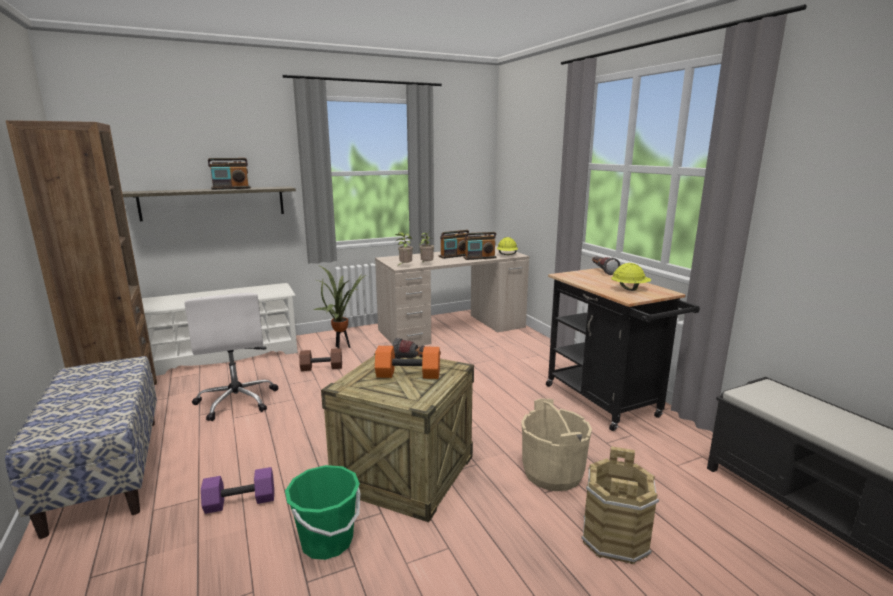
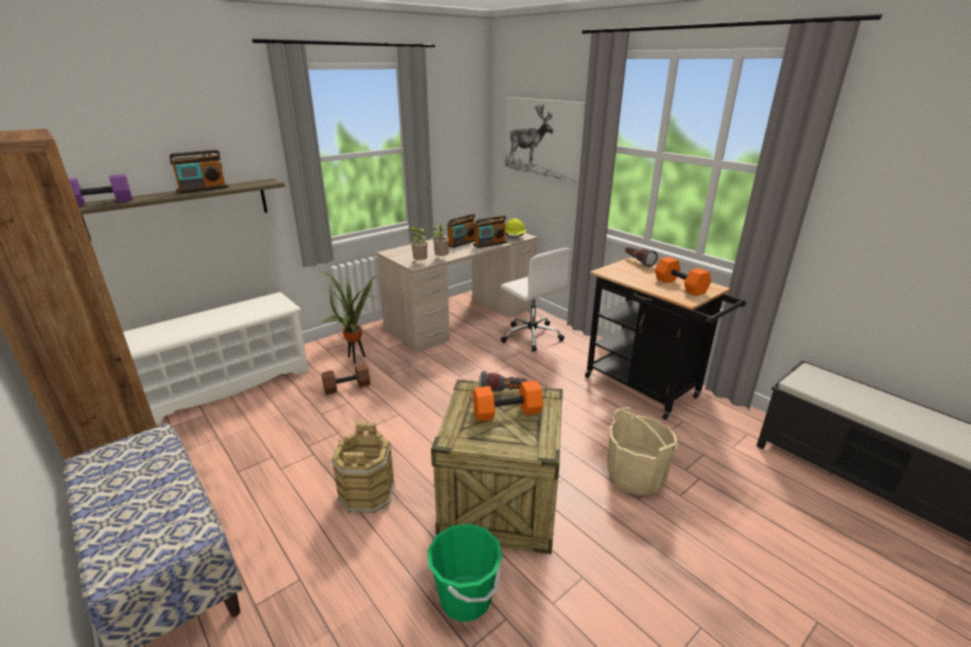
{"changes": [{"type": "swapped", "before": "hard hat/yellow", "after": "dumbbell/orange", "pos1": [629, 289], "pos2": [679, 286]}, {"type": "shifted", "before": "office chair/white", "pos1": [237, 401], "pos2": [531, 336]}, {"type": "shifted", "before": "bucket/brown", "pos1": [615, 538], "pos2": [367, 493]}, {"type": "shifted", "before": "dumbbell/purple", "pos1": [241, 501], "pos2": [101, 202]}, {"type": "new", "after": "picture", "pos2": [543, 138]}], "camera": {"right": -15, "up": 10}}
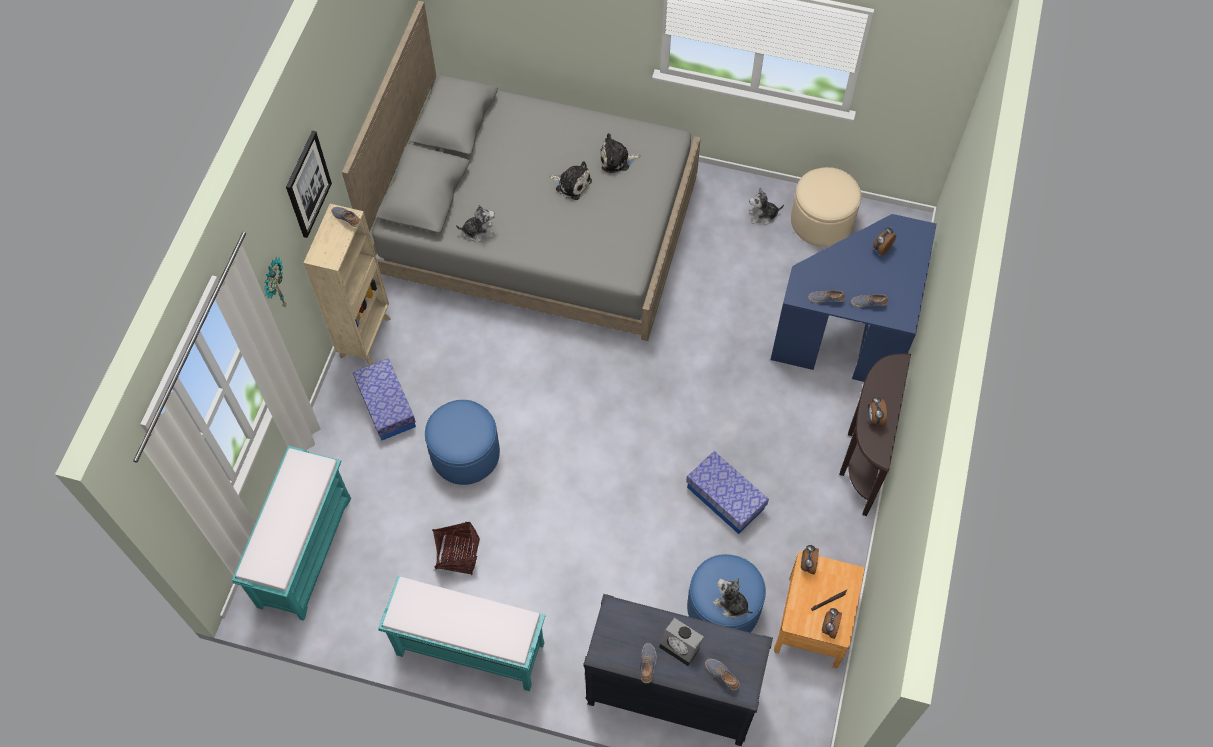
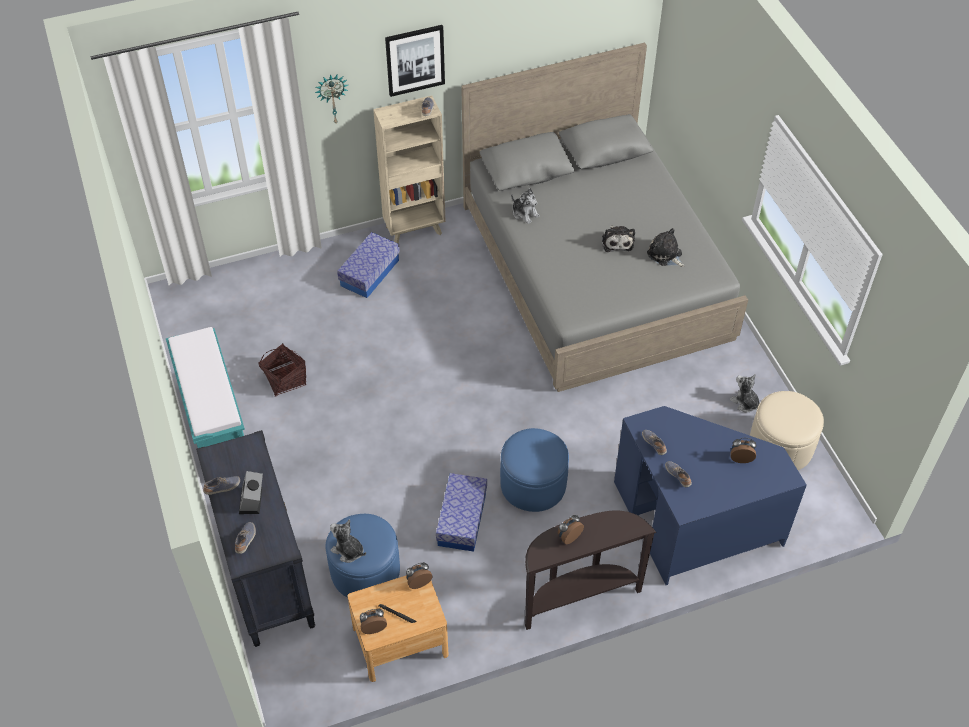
{"changes": [{"type": "shifted", "before": "ottoman/blue", "pos1": [465, 453], "pos2": [533, 484]}, {"type": "gone", "before": "bench/turquoise", "pos1": [305, 550]}, {"type": "rotated", "before": "plush toy", "pos1": [731, 604], "pos2": [348, 551], "turn": -60}], "camera": {"right": 55, "up": -10}}
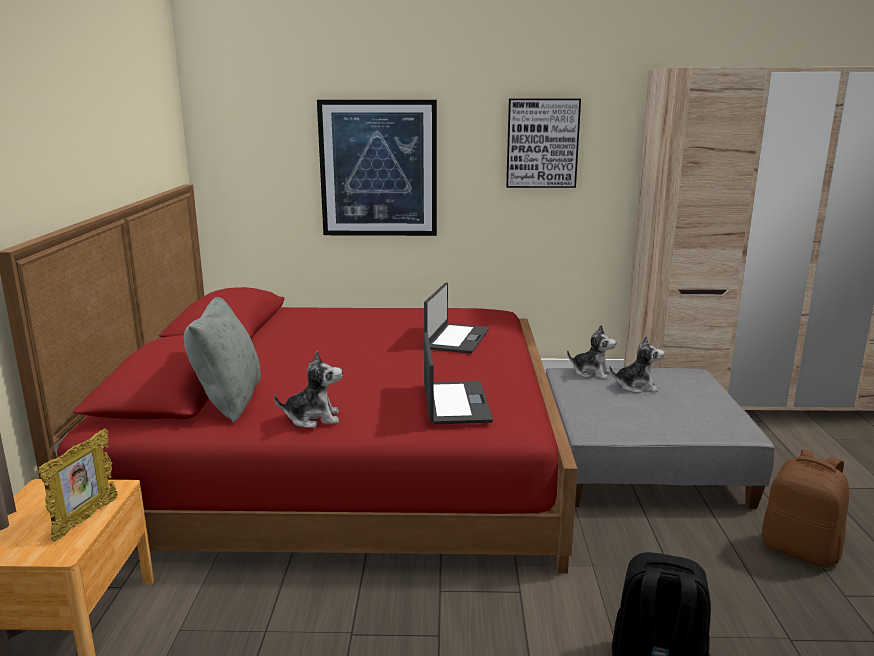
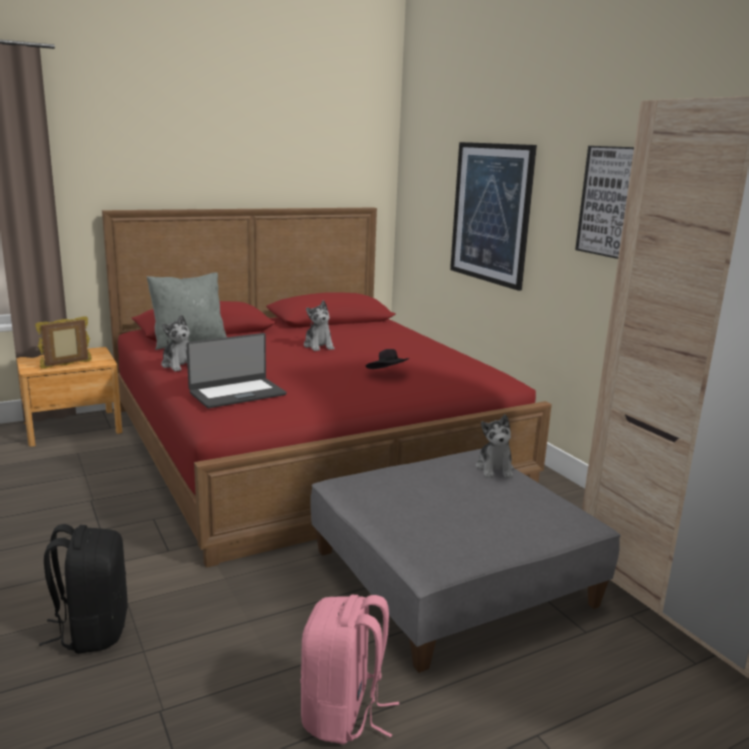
{"changes": [{"type": "swapped", "before": "laptop", "after": "hat/black", "pos1": [456, 339], "pos2": [388, 374]}, {"type": "shifted", "before": "plush toy", "pos1": [636, 386], "pos2": [318, 346]}, {"type": "rotated", "before": "picture frame", "pos1": [85, 519], "pos2": [67, 365], "turn": 150}, {"type": "repainted", "before": "backpack/brown", "after": "backpack/pink", "pos1": [800, 550], "pos2": [343, 714]}], "camera": {"right": 60, "up": 0}}
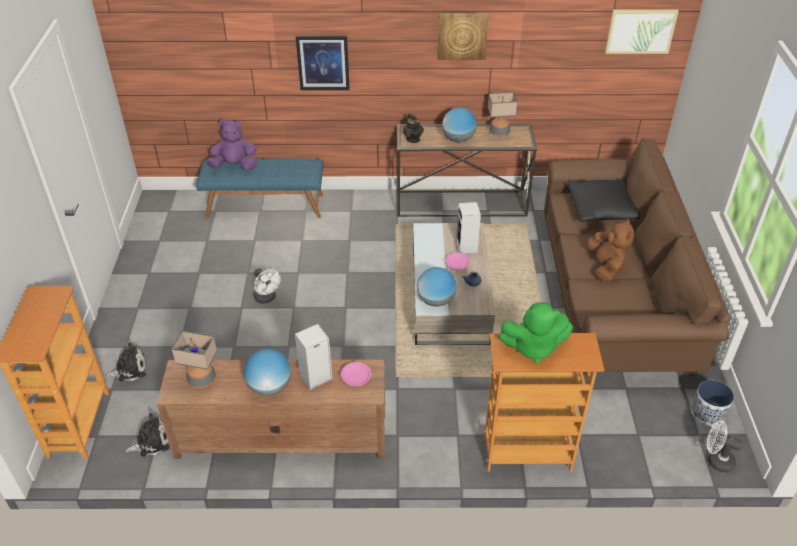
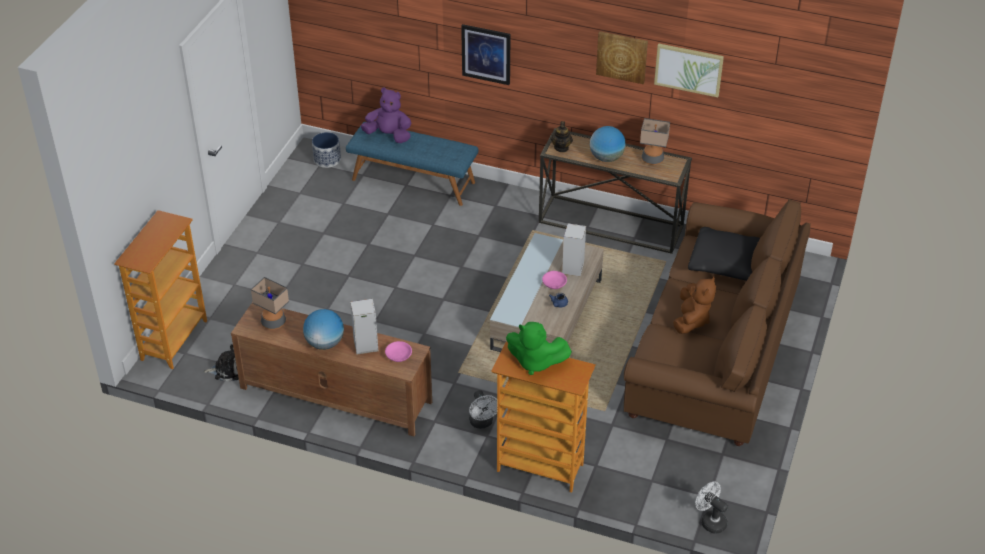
{"changes": [{"type": "shifted", "before": "picture", "pos1": [640, 31], "pos2": [688, 69]}, {"type": "gone", "before": "globe", "pos1": [435, 301]}, {"type": "shifted", "before": "fan/white", "pos1": [267, 298], "pos2": [482, 423]}, {"type": "gone", "before": "plush toy", "pos1": [129, 369]}, {"type": "shifted", "before": "planter", "pos1": [708, 413], "pos2": [327, 160]}], "camera": {"right": 20, "up": 0}}
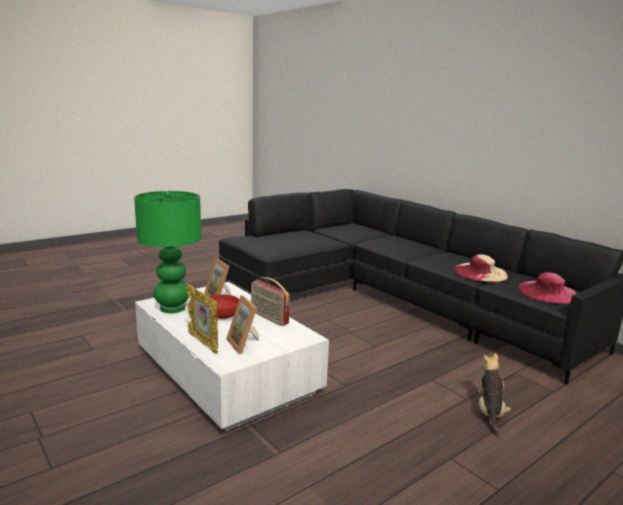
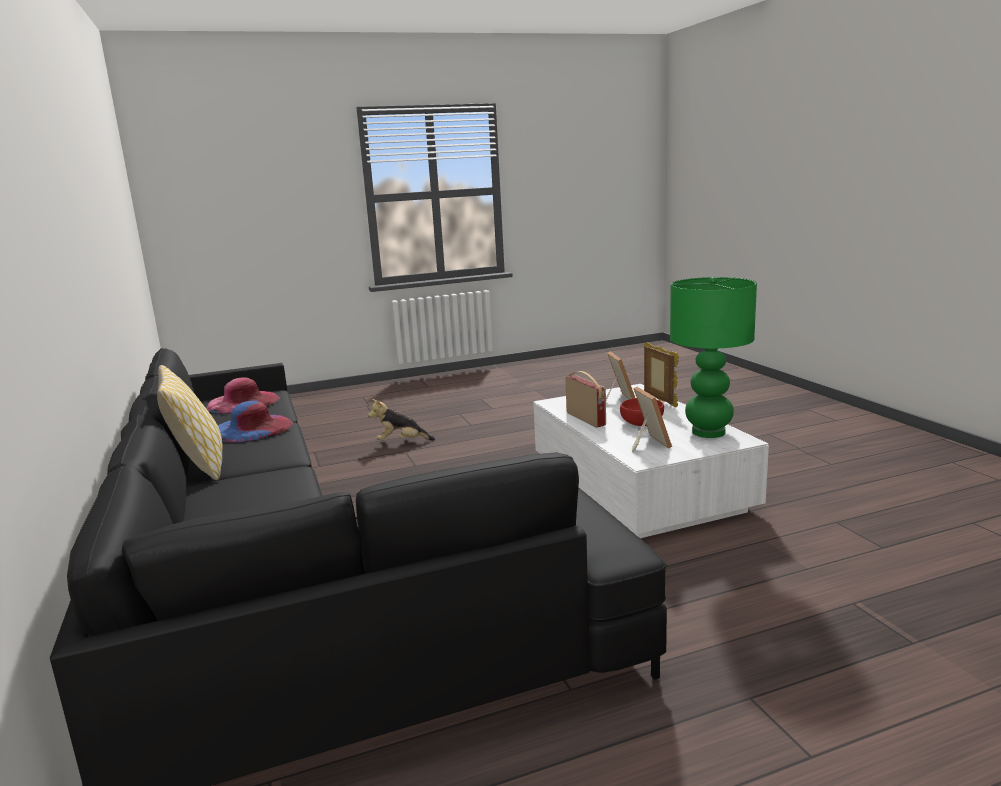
{"changes": [{"type": "repainted", "before": "hat/beige", "after": "hat/blue", "pos1": [480, 272], "pos2": [252, 429]}, {"type": "rotated", "before": "plush toy", "pos1": [489, 413], "pos2": [401, 442], "turn": 60}, {"type": "new", "after": "pillow", "pos2": [199, 467]}], "camera": {"right": -160, "up": 0}}
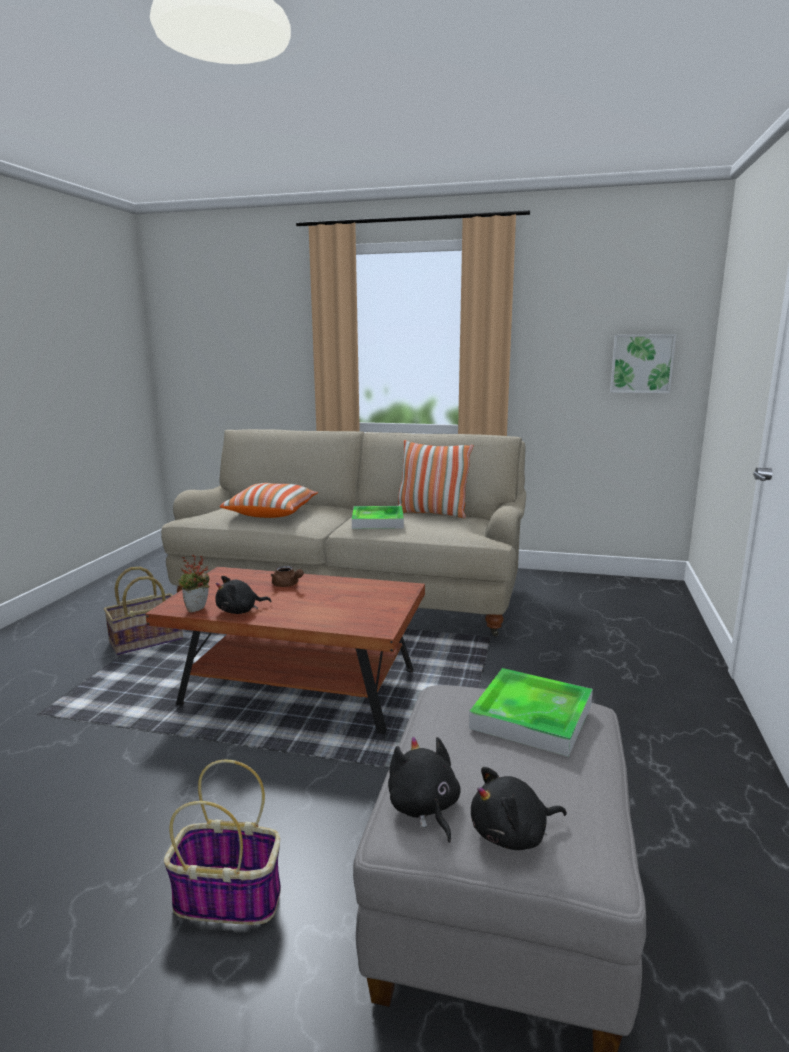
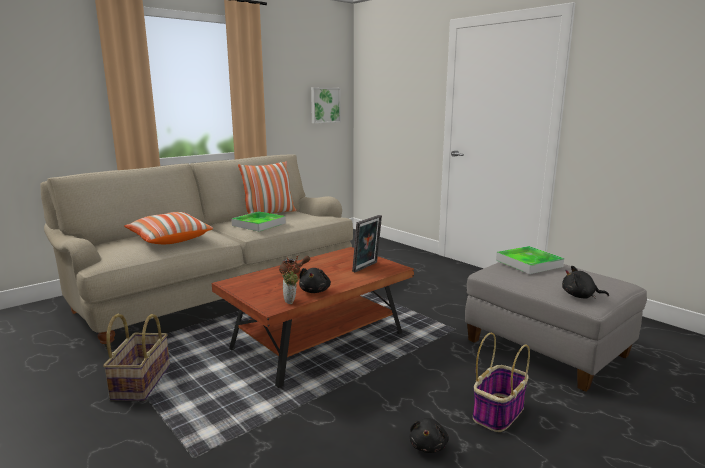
{"changes": [{"type": "shifted", "before": "plush toy/black", "pos1": [513, 834], "pos2": [428, 445]}, {"type": "new", "after": "picture frame", "pos2": [367, 267]}], "camera": {"right": -55, "up": 0}}
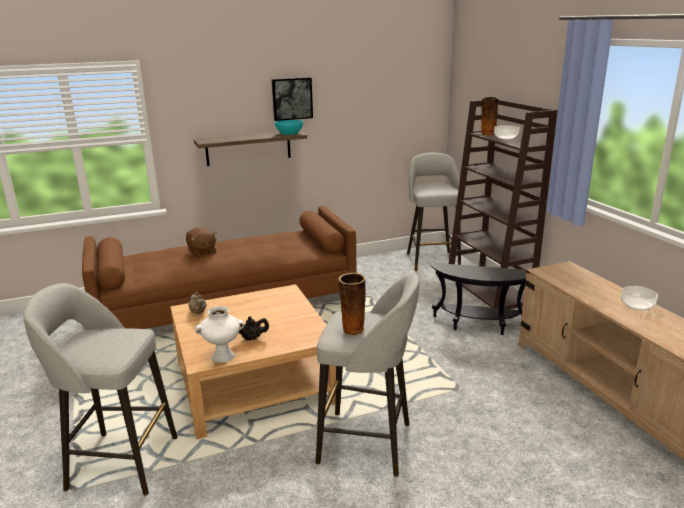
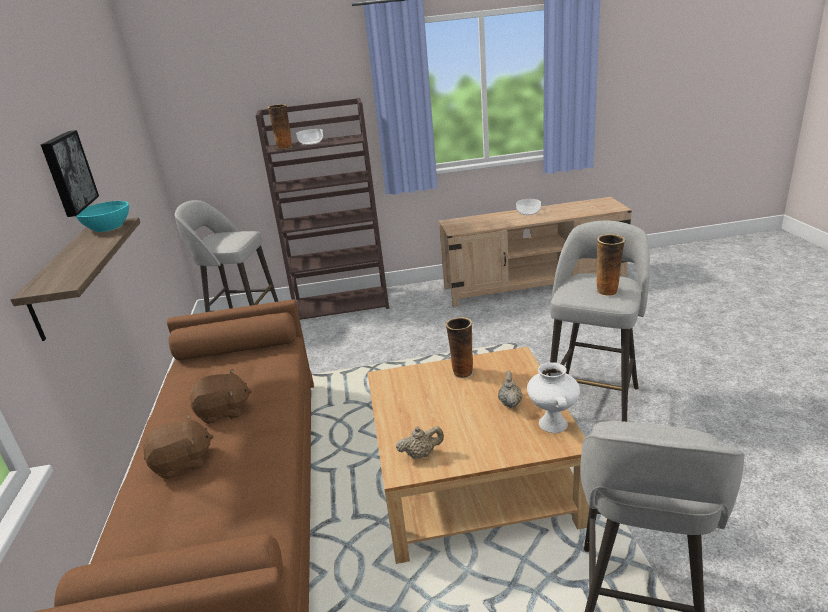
{"changes": [{"type": "gone", "before": "side table/black", "pos1": [478, 325]}, {"type": "repainted", "before": "teapot/black", "after": "teapot/beige", "pos1": [252, 338], "pos2": [510, 403]}, {"type": "new", "after": "vase", "pos2": [462, 372]}, {"type": "new", "after": "plush toy/brown", "pos2": [223, 411]}], "camera": {"right": -75, "up": 5}}
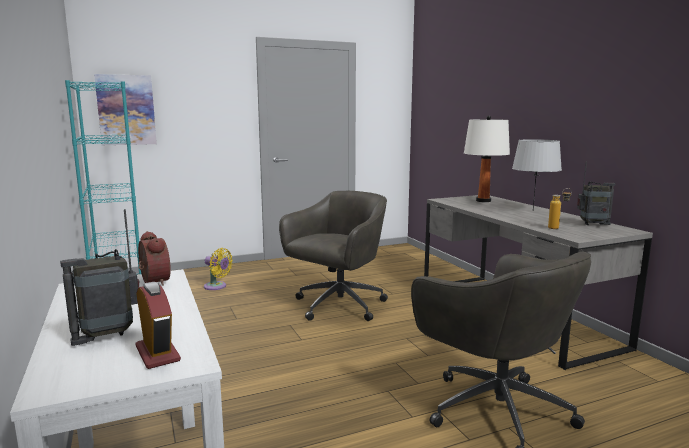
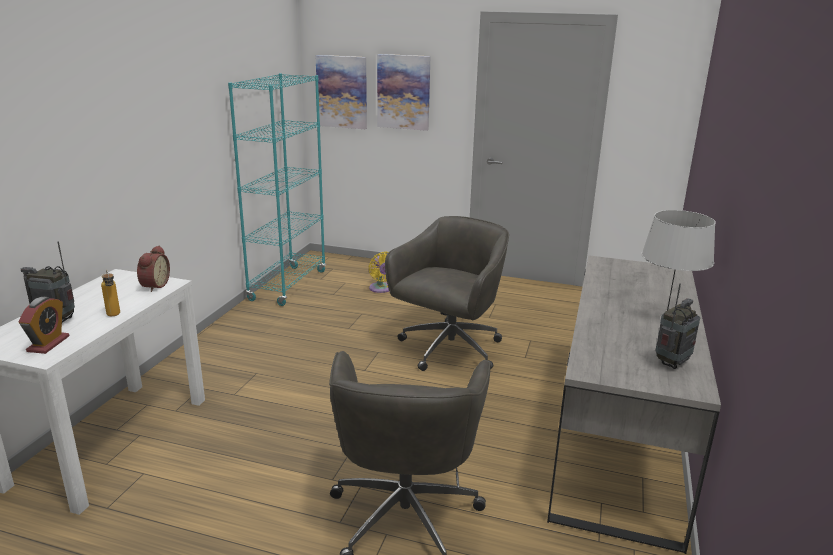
{"changes": [{"type": "gone", "before": "table lamp/white", "pos1": [483, 201]}, {"type": "rotated", "before": "radio", "pos1": [593, 225], "pos2": [672, 363], "turn": -90}, {"type": "shifted", "before": "bottle", "pos1": [558, 228], "pos2": [114, 316]}, {"type": "rotated", "before": "office chair/grey", "pos1": [338, 306], "pos2": [448, 349], "turn": -45}, {"type": "new", "after": "picture", "pos2": [403, 92]}], "camera": {"right": 40, "up": 10}}
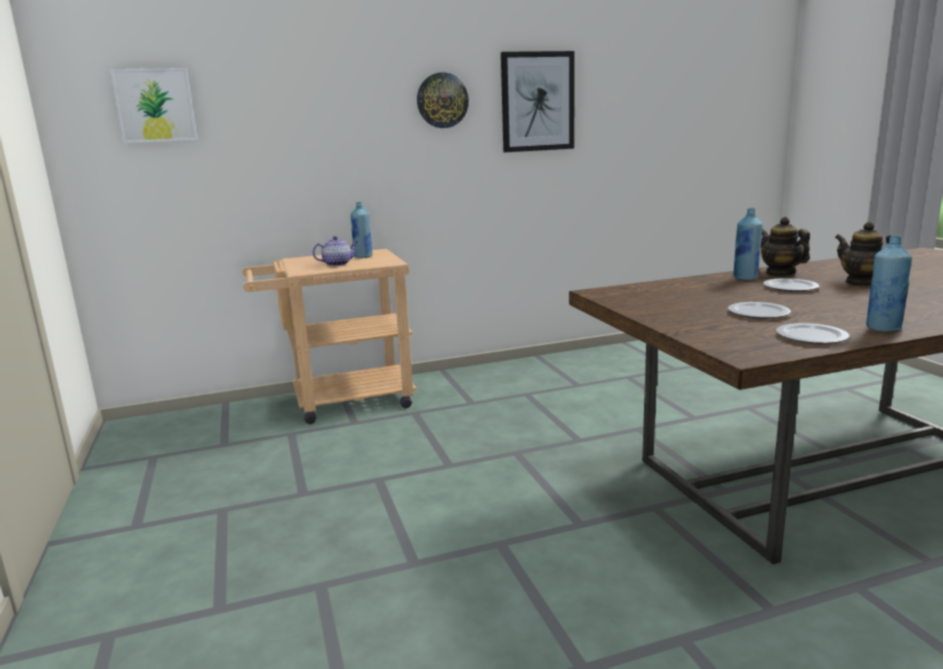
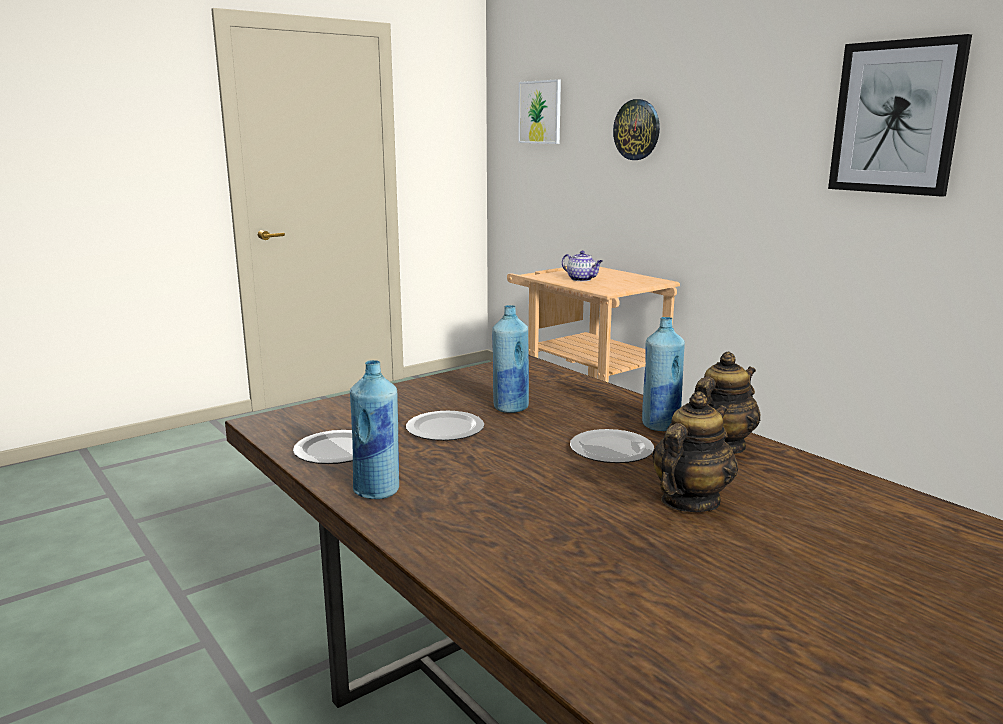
{"changes": [{"type": "shifted", "before": "wall clock", "pos1": [442, 100], "pos2": [637, 130]}, {"type": "shifted", "before": "bottle/blue", "pos1": [363, 257], "pos2": [510, 408]}], "camera": {"right": 70, "up": 0}}
